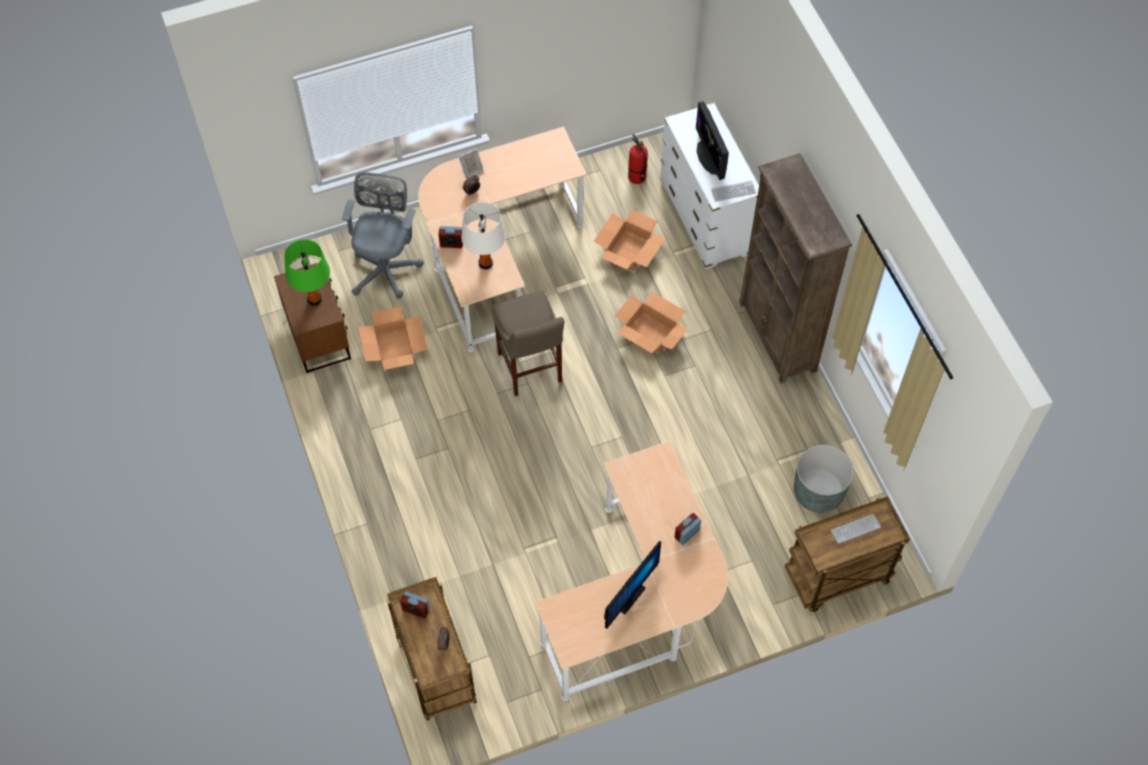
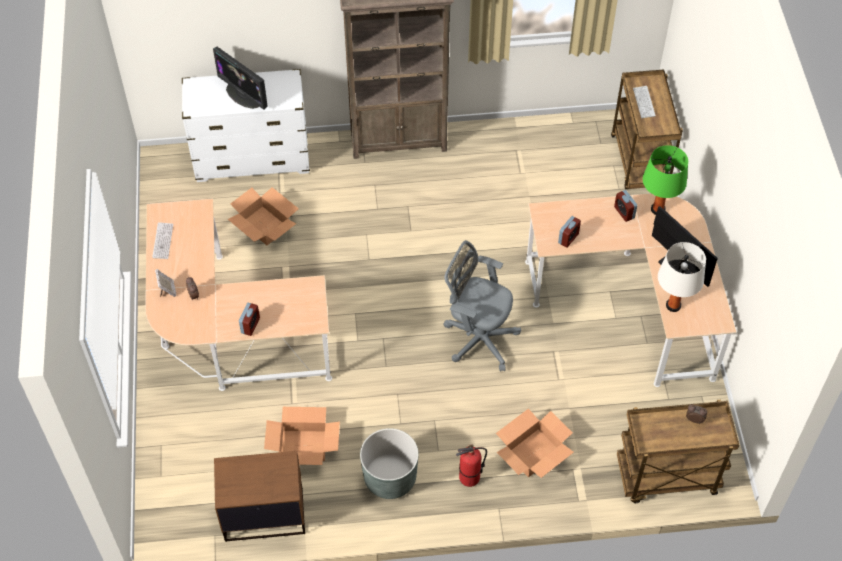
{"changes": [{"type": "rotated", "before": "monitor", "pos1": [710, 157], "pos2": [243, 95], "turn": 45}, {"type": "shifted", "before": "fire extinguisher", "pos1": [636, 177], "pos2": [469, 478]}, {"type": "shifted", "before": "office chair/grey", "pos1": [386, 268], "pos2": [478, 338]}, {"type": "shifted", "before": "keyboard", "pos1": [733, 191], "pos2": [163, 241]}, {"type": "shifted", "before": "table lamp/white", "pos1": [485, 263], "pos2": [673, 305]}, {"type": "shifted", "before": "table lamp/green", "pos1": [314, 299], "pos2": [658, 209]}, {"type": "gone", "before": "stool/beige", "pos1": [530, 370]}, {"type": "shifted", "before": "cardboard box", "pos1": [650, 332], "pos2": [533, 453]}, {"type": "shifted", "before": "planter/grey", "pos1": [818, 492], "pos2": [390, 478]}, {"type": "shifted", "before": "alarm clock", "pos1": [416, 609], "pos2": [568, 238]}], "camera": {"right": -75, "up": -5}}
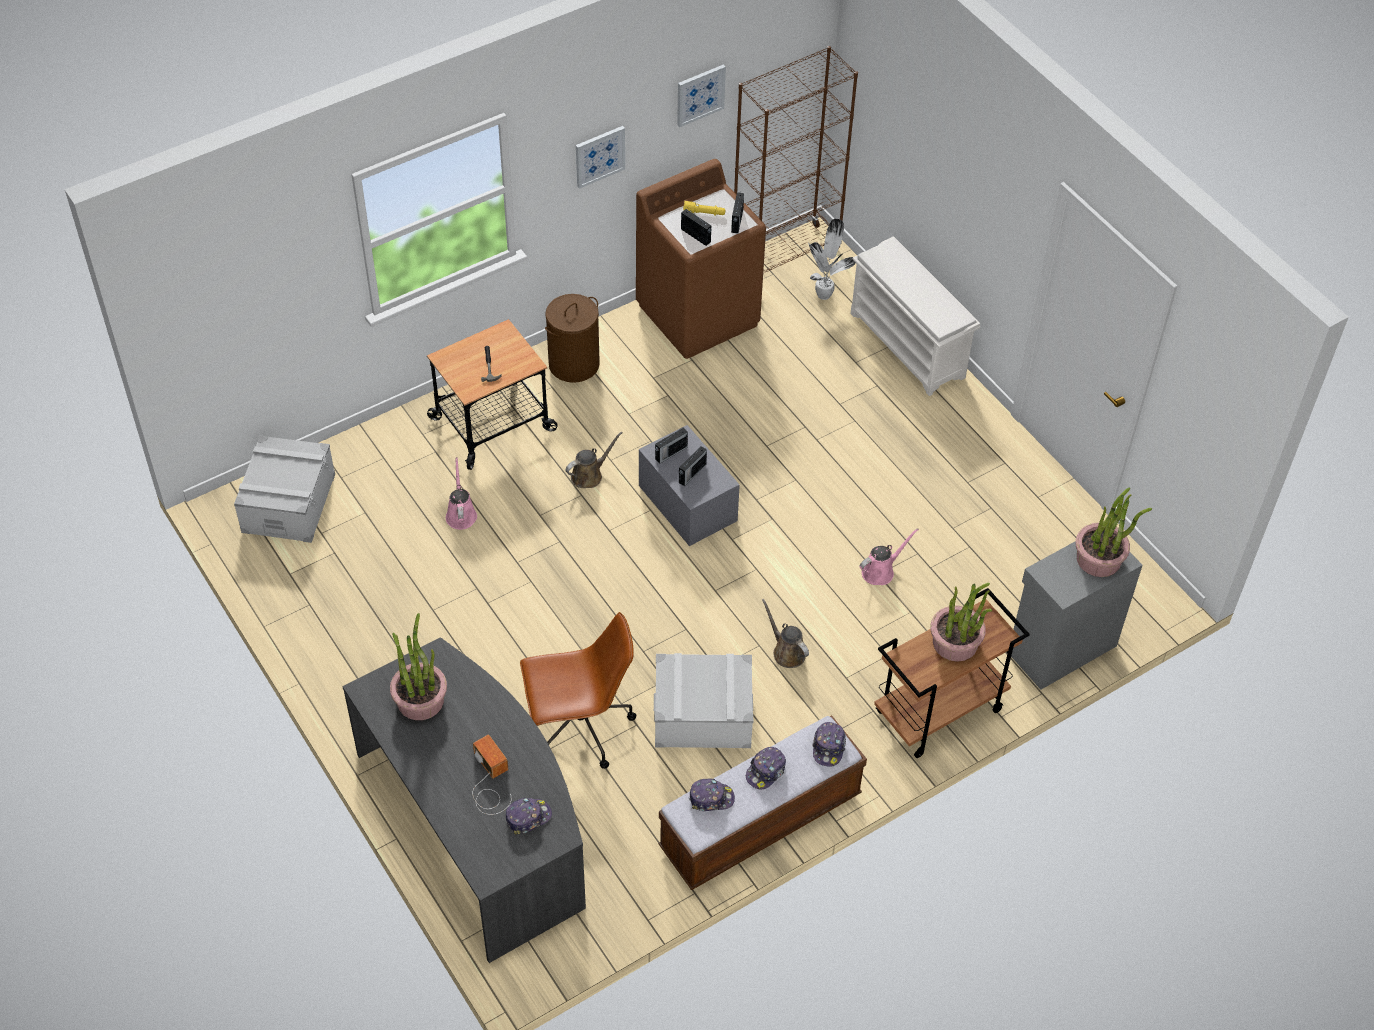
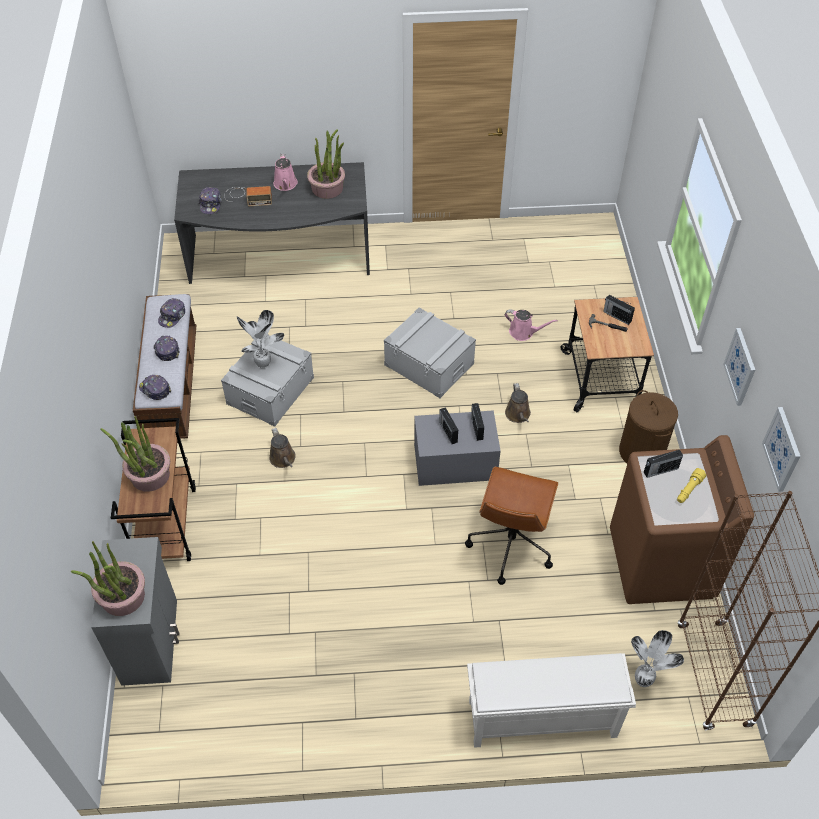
{"changes": [{"type": "shifted", "before": "radio", "pos1": [737, 221], "pos2": [616, 316]}, {"type": "shifted", "before": "storage box/grey", "pos1": [288, 503], "pos2": [429, 364]}, {"type": "shifted", "before": "watering can/pink", "pos1": [880, 571], "pos2": [285, 184]}, {"type": "rotated", "before": "watering can/brown", "pos1": [786, 651], "pos2": [283, 459], "turn": 75}, {"type": "shifted", "before": "office chair/brown", "pos1": [579, 728], "pos2": [510, 544]}, {"type": "new", "after": "potted plant", "pos2": [264, 365]}], "camera": {"right": 120, "up": 0}}
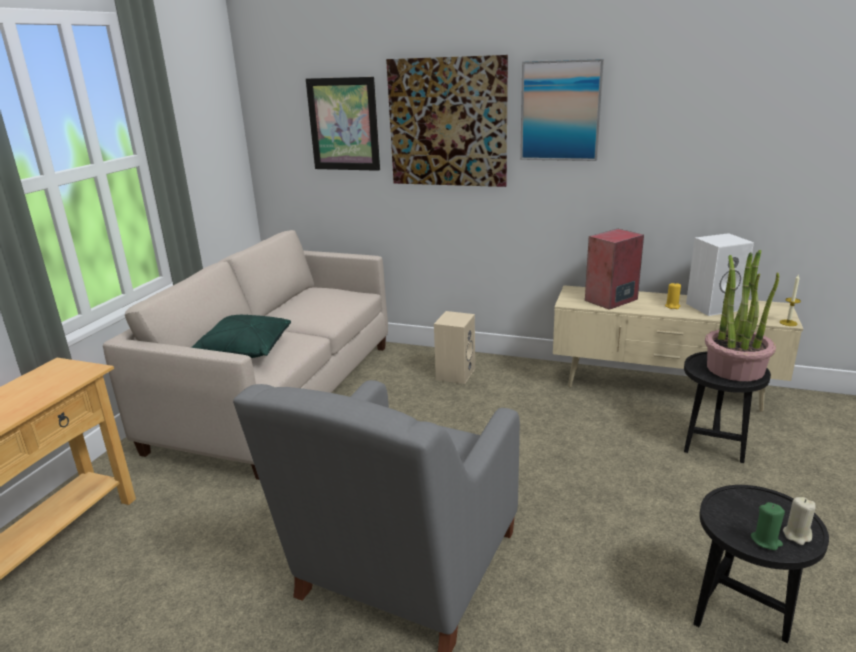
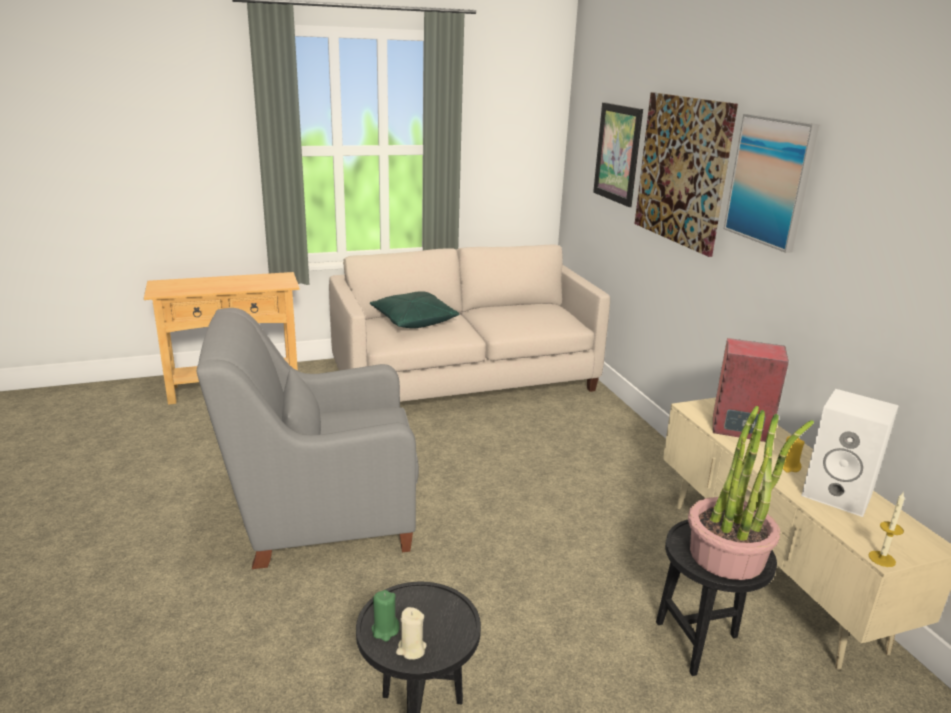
{"changes": [{"type": "gone", "before": "speaker/beige", "pos1": [455, 373]}], "camera": {"right": 50, "up": 0}}
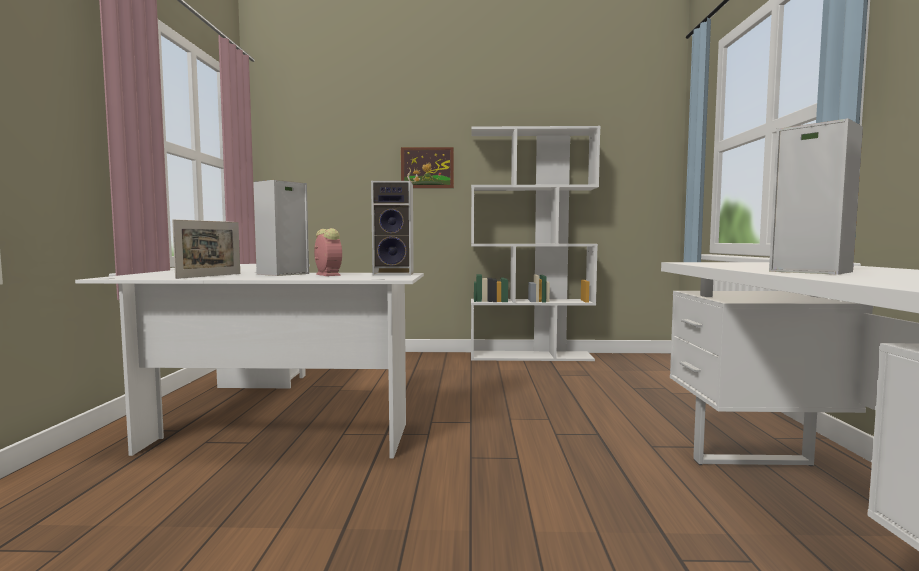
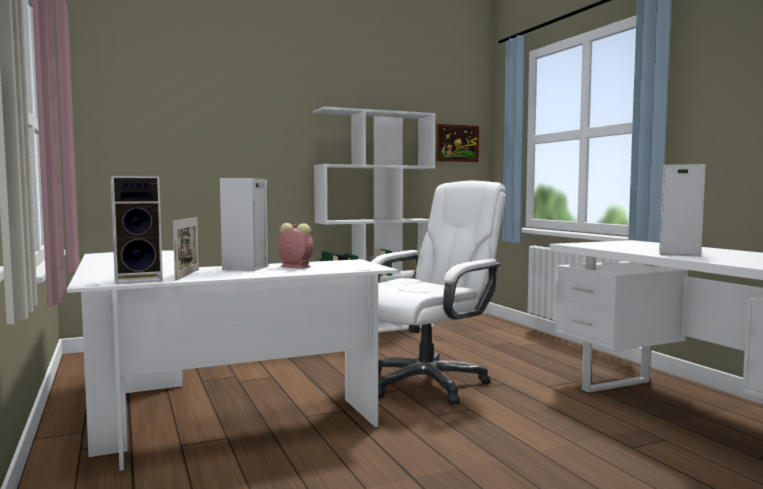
{"changes": [{"type": "shifted", "before": "picture", "pos1": [427, 168], "pos2": [457, 143]}, {"type": "shifted", "before": "speaker", "pos1": [395, 274], "pos2": [140, 279]}, {"type": "new", "after": "office chair/white", "pos2": [426, 383]}], "camera": {"right": -25, "up": 0}}
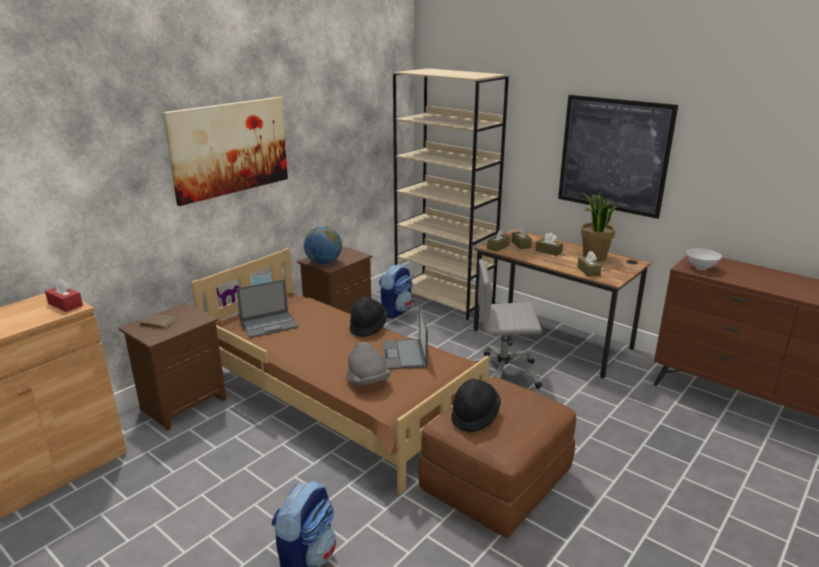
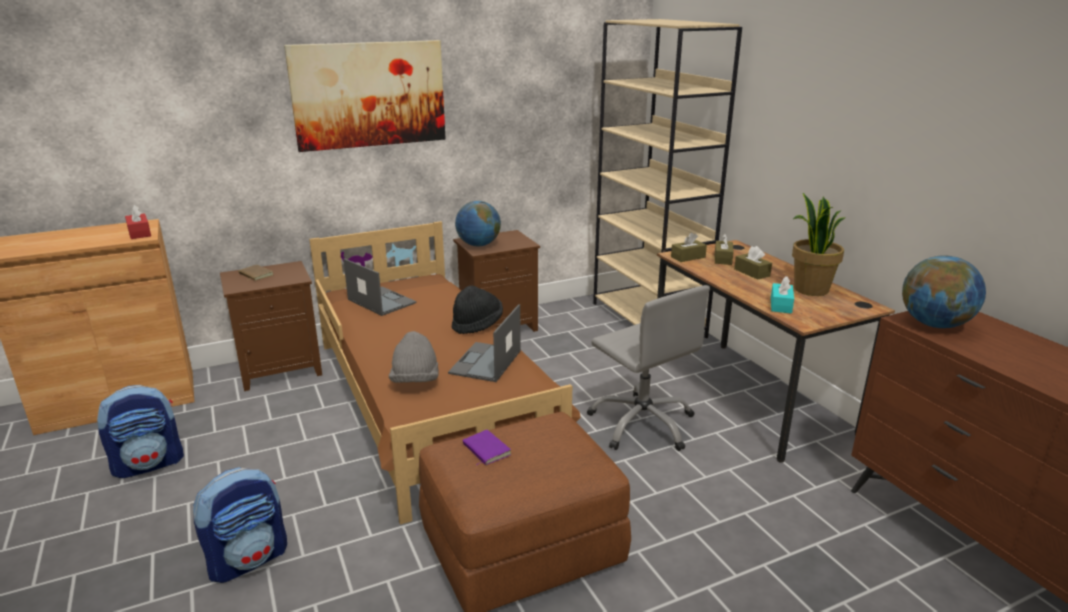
{"changes": [{"type": "gone", "before": "picture", "pos1": [613, 155]}, {"type": "swapped", "before": "bowl/white", "after": "globe", "pos1": [700, 268], "pos2": [934, 324]}, {"type": "repainted", "before": "tissue box/brown", "after": "tissue box/turquoise", "pos1": [588, 271], "pos2": [781, 305]}, {"type": "rotated", "before": "office chair/grey", "pos1": [502, 375], "pos2": [642, 423], "turn": -150}, {"type": "shifted", "before": "backpack", "pos1": [396, 311], "pos2": [149, 464]}, {"type": "rotated", "before": "laptop", "pos1": [269, 324], "pos2": [381, 301], "turn": -135}, {"type": "swapped", "before": "hat/black", "after": "book/purple", "pos1": [474, 416], "pos2": [485, 450]}], "camera": {"right": 25, "up": 0}}
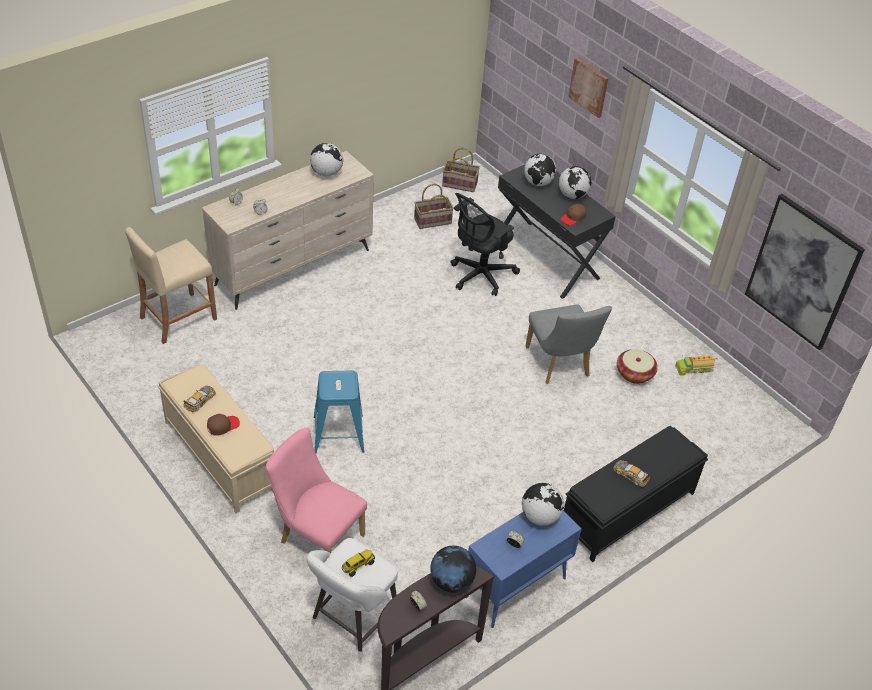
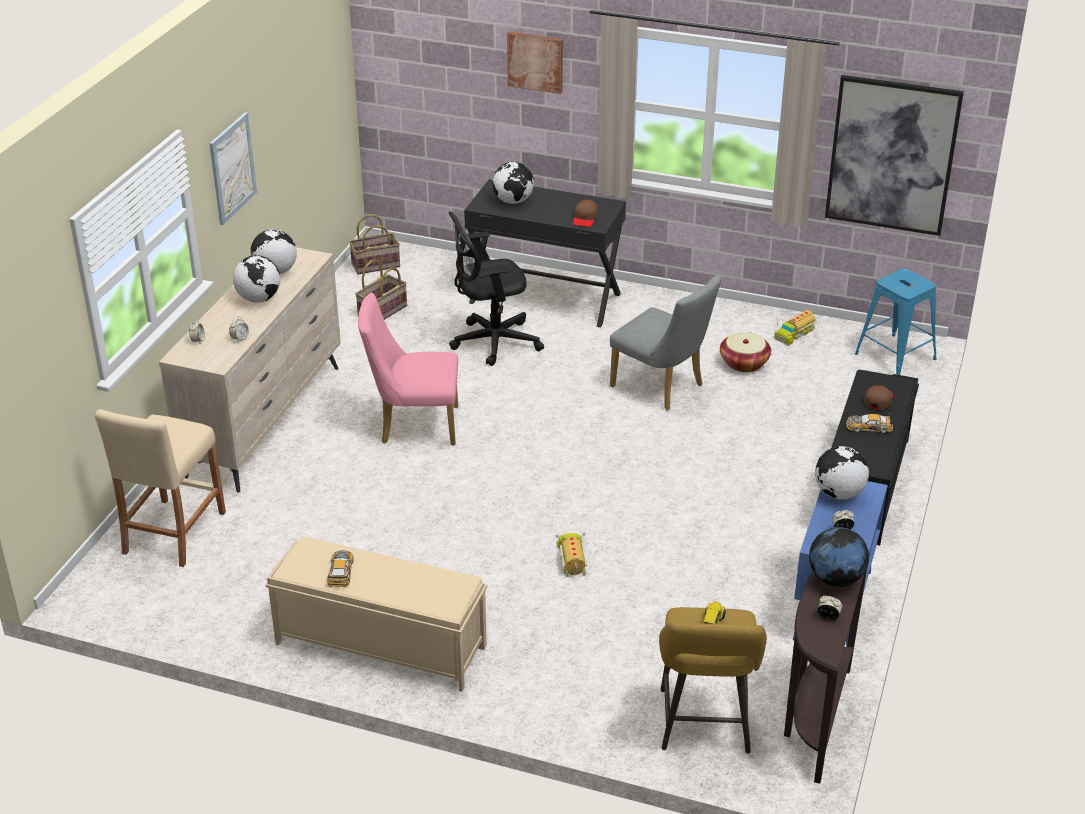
{"changes": [{"type": "shifted", "before": "globe", "pos1": [572, 195], "pos2": [259, 299]}, {"type": "rotated", "before": "office chair/black", "pos1": [479, 276], "pos2": [491, 342], "turn": 60}, {"type": "shifted", "before": "stool/blue", "pos1": [339, 434], "pos2": [895, 356]}, {"type": "shifted", "before": "cap/brown", "pos1": [223, 426], "pos2": [878, 400]}, {"type": "shifted", "before": "chair/pink", "pos1": [317, 536], "pos2": [413, 425]}, {"type": "repainted", "before": "stool/white", "after": "stool/yellow", "pos1": [352, 623], "pos2": [704, 726]}, {"type": "new", "after": "picture", "pos2": [232, 168]}, {"type": "new", "after": "toy truck", "pos2": [573, 559]}], "camera": {"right": -30, "up": -10}}
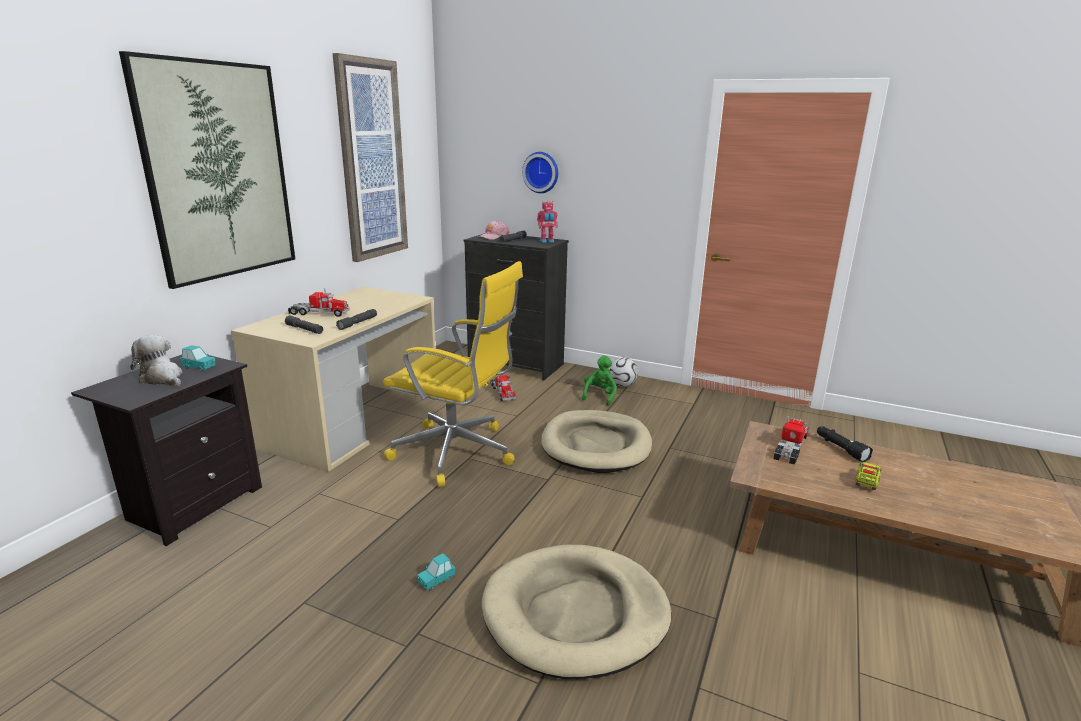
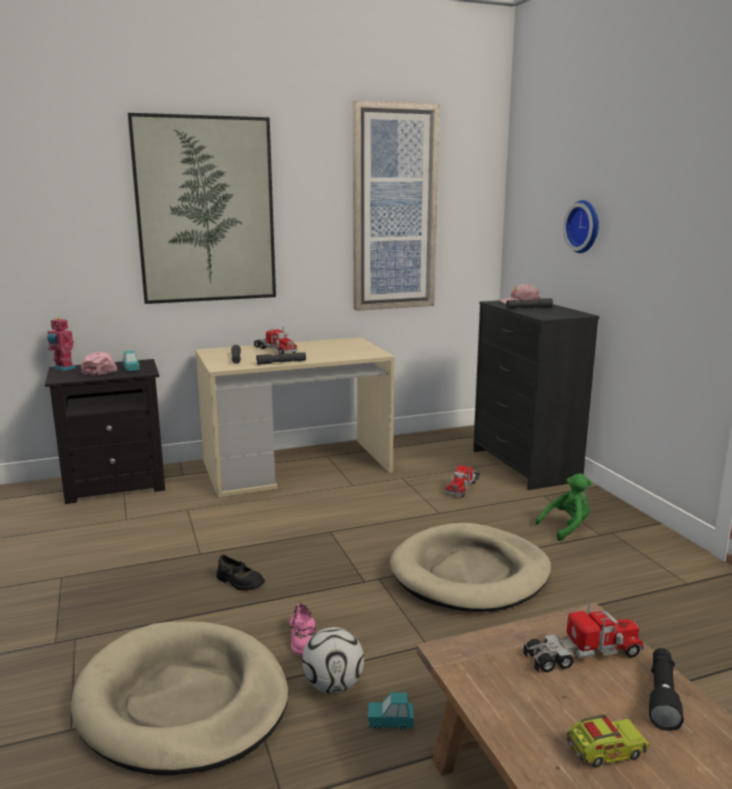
{"changes": [{"type": "shifted", "before": "toy robot", "pos1": [547, 241], "pos2": [63, 368]}, {"type": "gone", "before": "office chair/yellow", "pos1": [457, 453]}, {"type": "swapped", "before": "plush toy", "after": "cap/pink", "pos1": [162, 378], "pos2": [99, 371]}, {"type": "shifted", "before": "football", "pos1": [622, 385], "pos2": [333, 686]}, {"type": "shifted", "before": "toy car/turquoise", "pos1": [436, 580], "pos2": [390, 722]}, {"type": "new", "after": "shoe/black", "pos2": [239, 582]}, {"type": "new", "after": "shoe/pink", "pos2": [304, 641]}], "camera": {"right": 45, "up": -5}}
